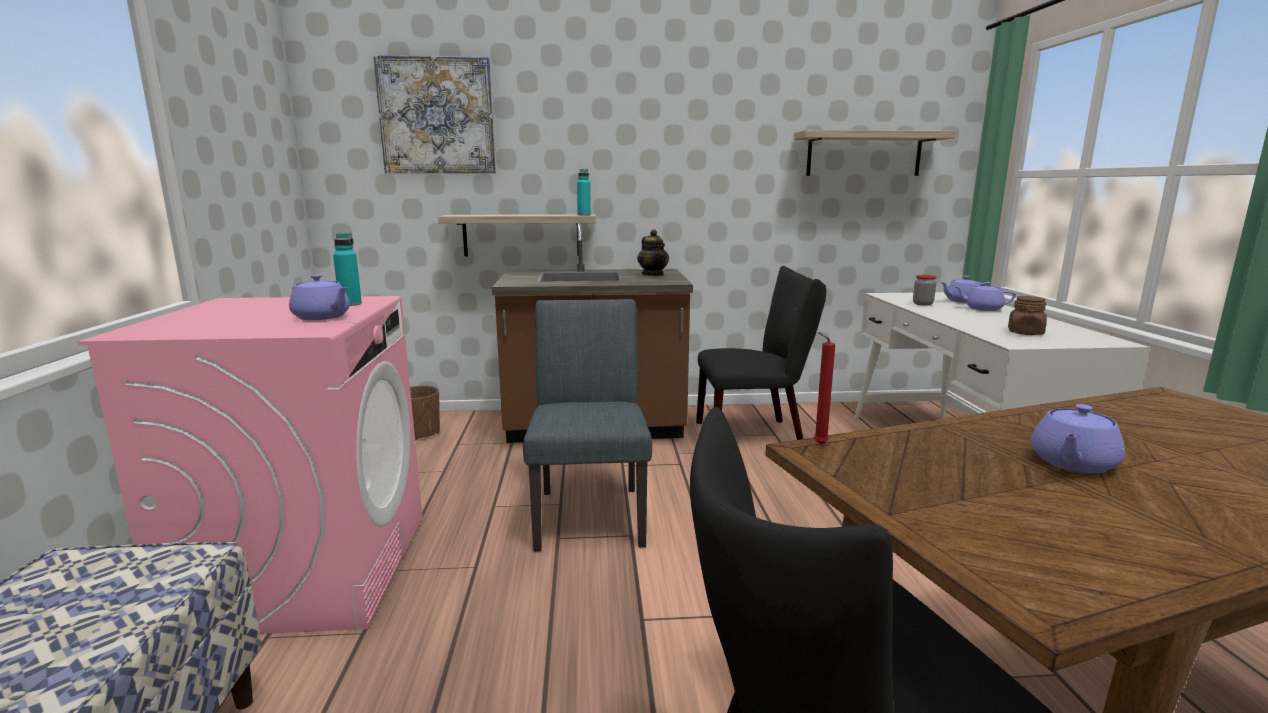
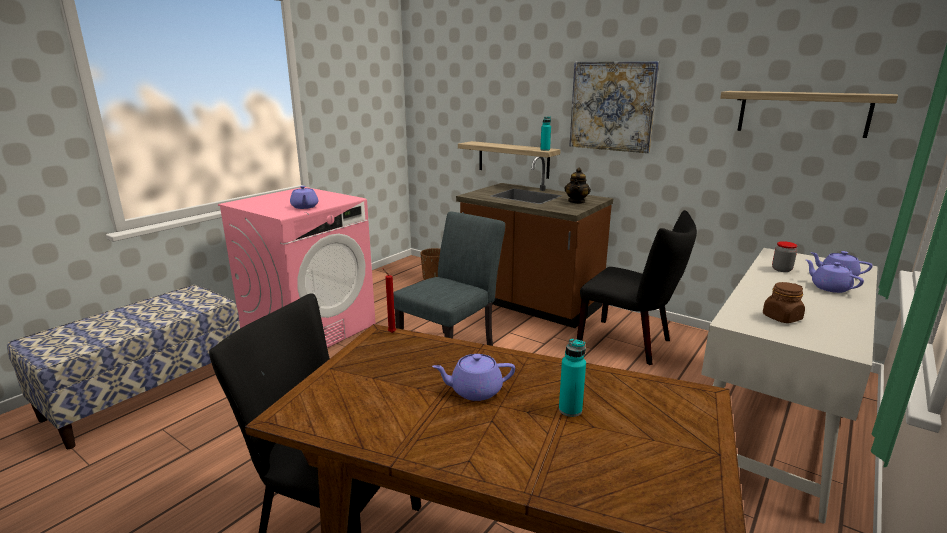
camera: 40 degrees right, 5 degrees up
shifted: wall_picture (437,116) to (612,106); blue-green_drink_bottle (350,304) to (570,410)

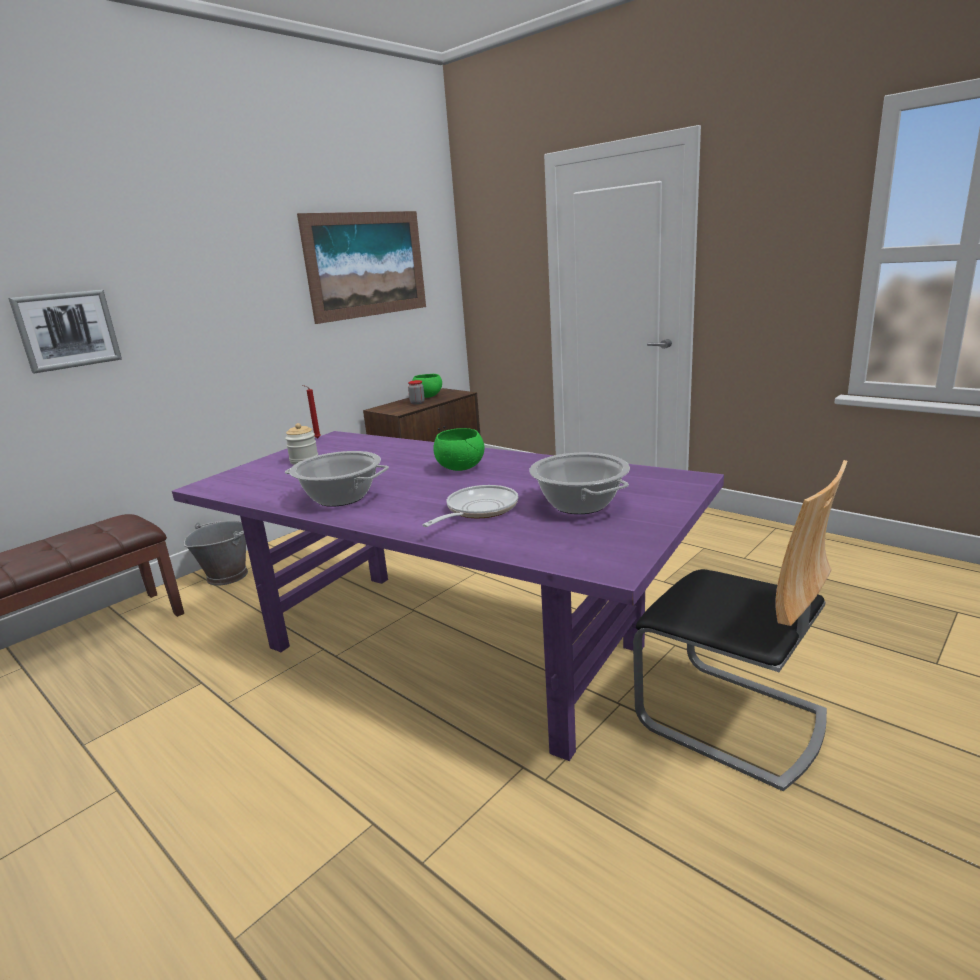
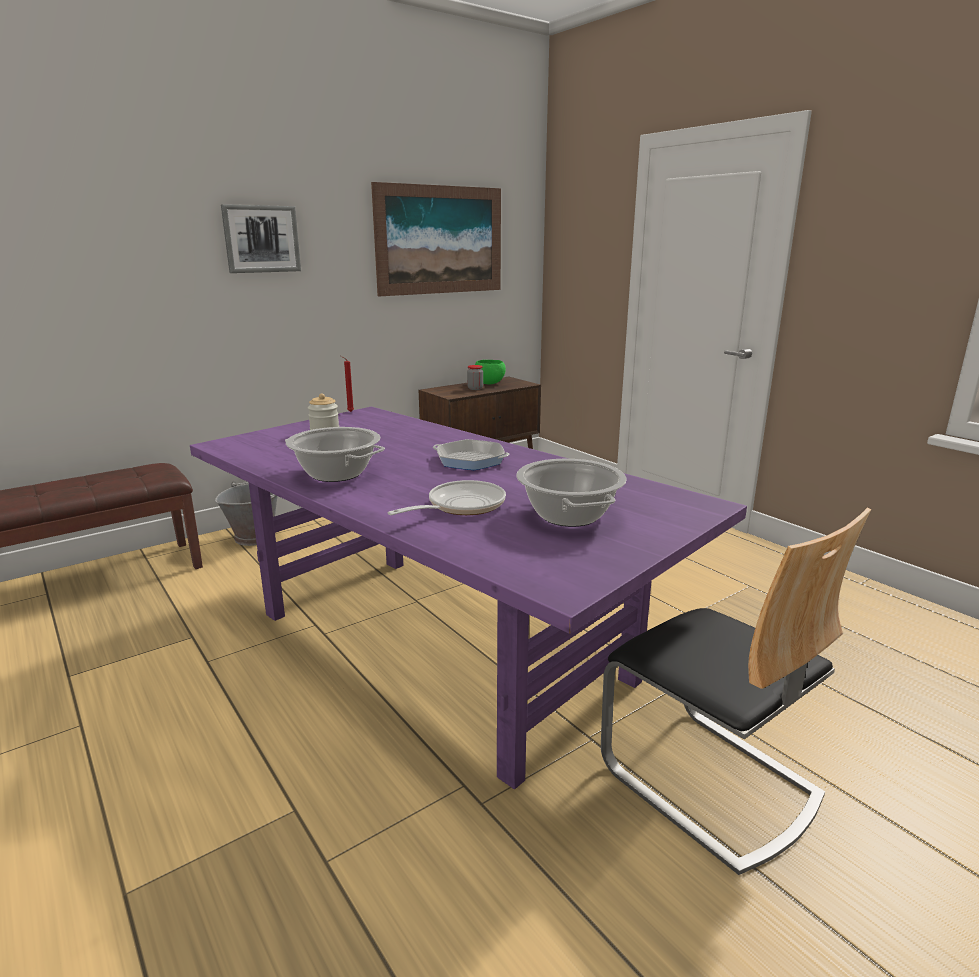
camera: 10 degrees right, 0 degrees up
shifted: wall_picture (67,330) to (261,239)
swapped: greenish_deep_dish (461,468) to skillet (470,460)

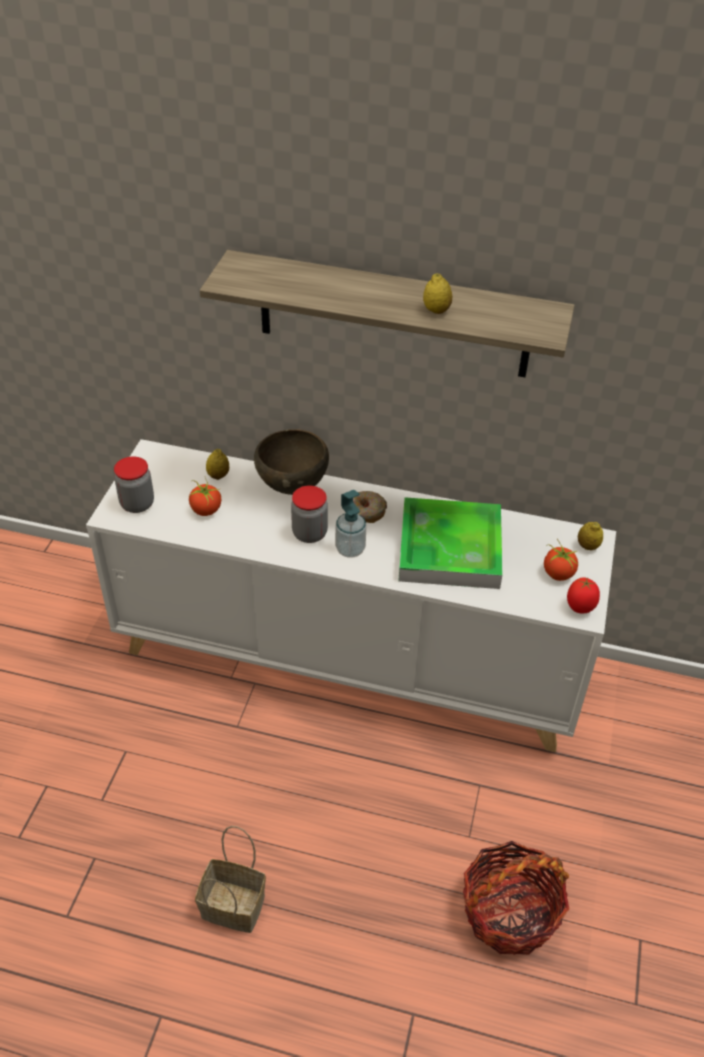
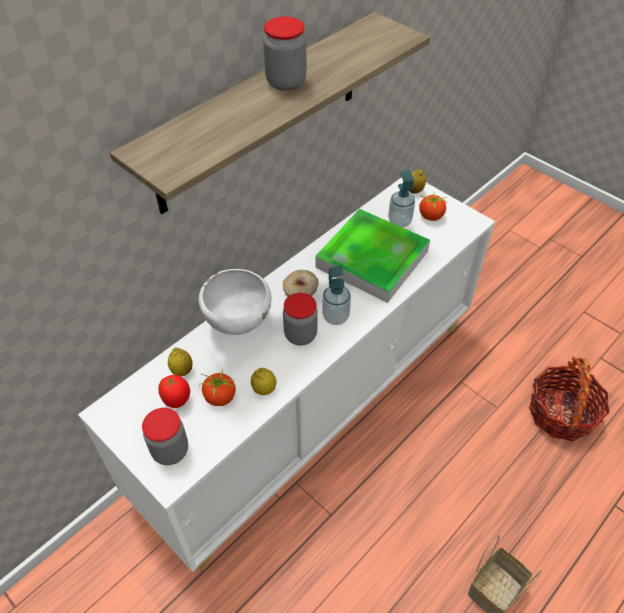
camera: 60 degrees left, 5 degrees up
new: preserve_jar (286,82); soap_bottle (399,221)
shifted: citrus_fruit (436,310) to (264,389); whole_tomato (580,608) to (177,400)
repainted: brownish_deep_dish (293,487) to whitish_deep_dish (237,323)

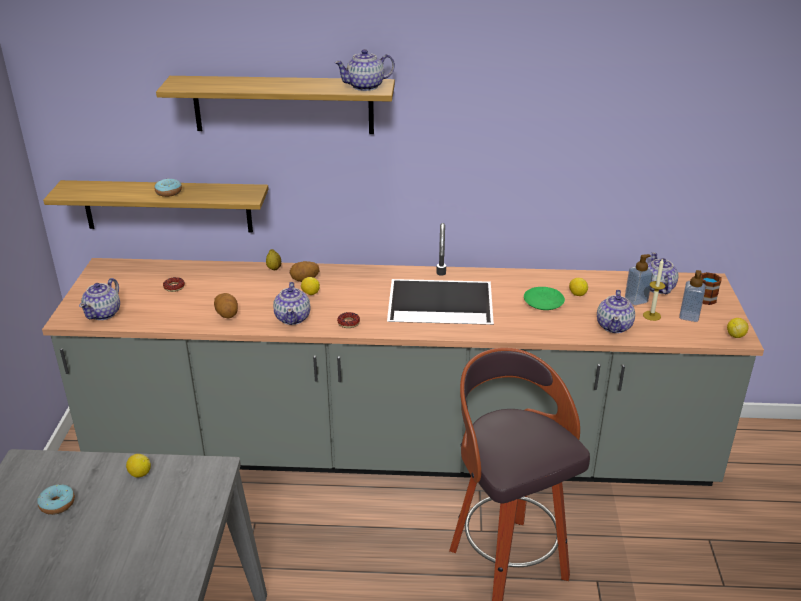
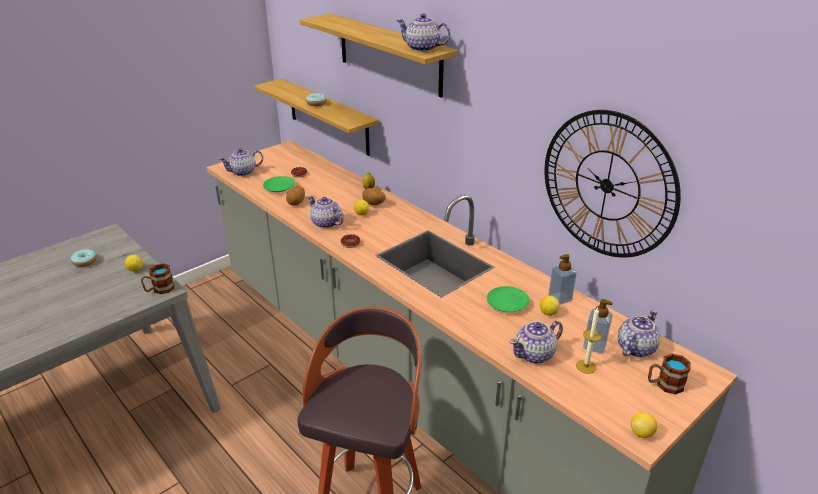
camera: 45 degrees right, 0 degrees up
new: hanging_clock (607,185); greenish_plate (280,188); coffee_mug (159,290)
shifted: soap_bottle (689,316) to (560,298)
rotated: teapot (293,318) = (326,223) 90 degrees clockwise

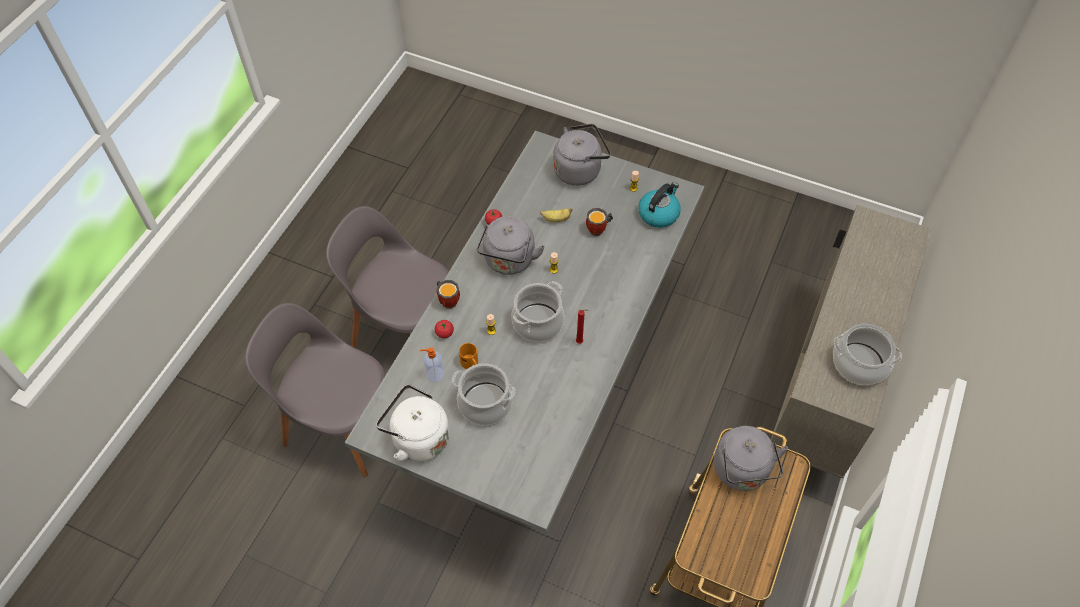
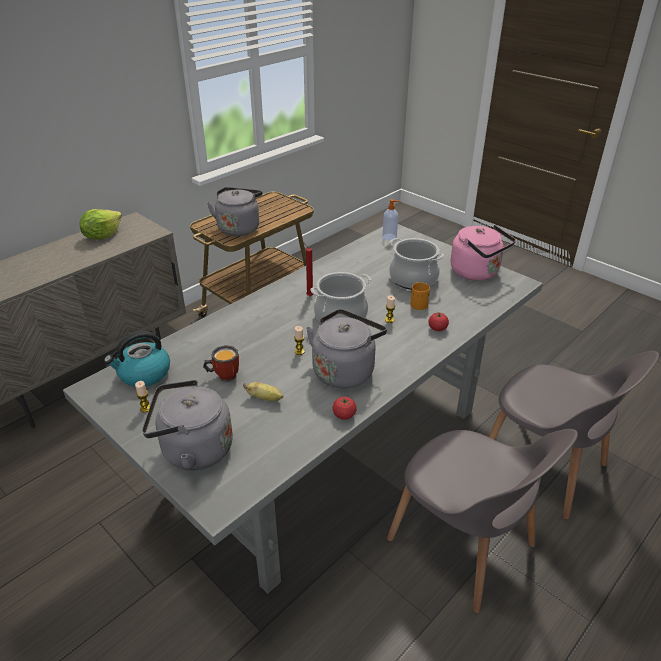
camera: 160 degrees left, 20 degrees down
gone: coffee_mug (448,299)
shifted: soap_bottle (434,374) to (390,237)
swapped: saucepot (859,363) to lettuce (102,236)
repainted: whitish_tea_kettle (417,438) to pink-coloured_tea_kettle (477,273)

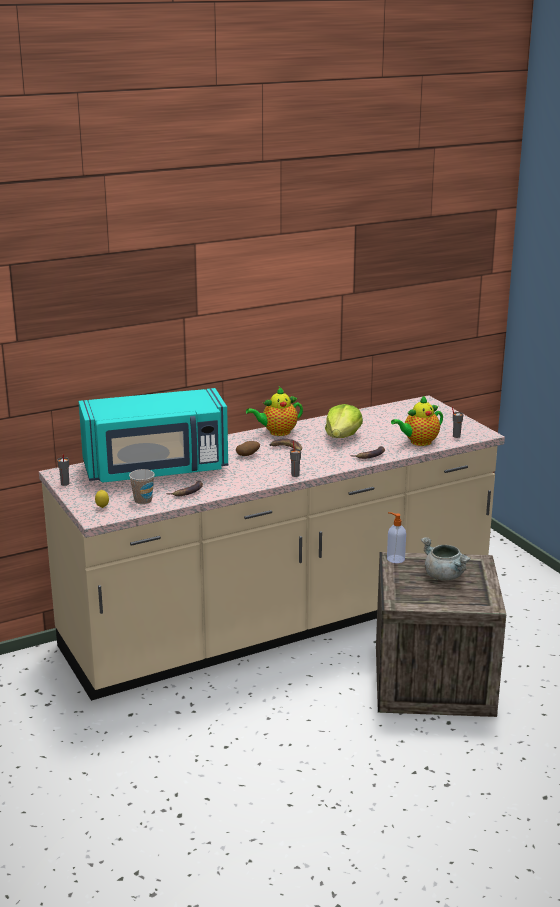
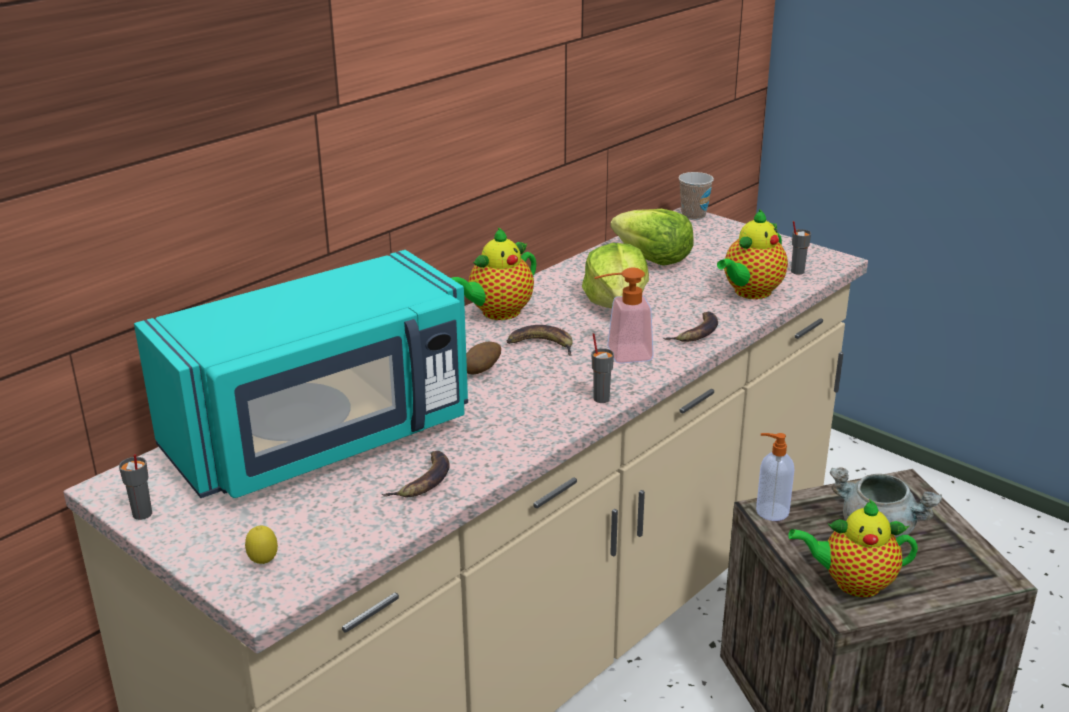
camera: 20 degrees left, 5 degrees up
new: lettuce (652,258); soap_bottle (621,355); teapot (852,583)
shifted: drinking_cup (143,501) to (693,216)

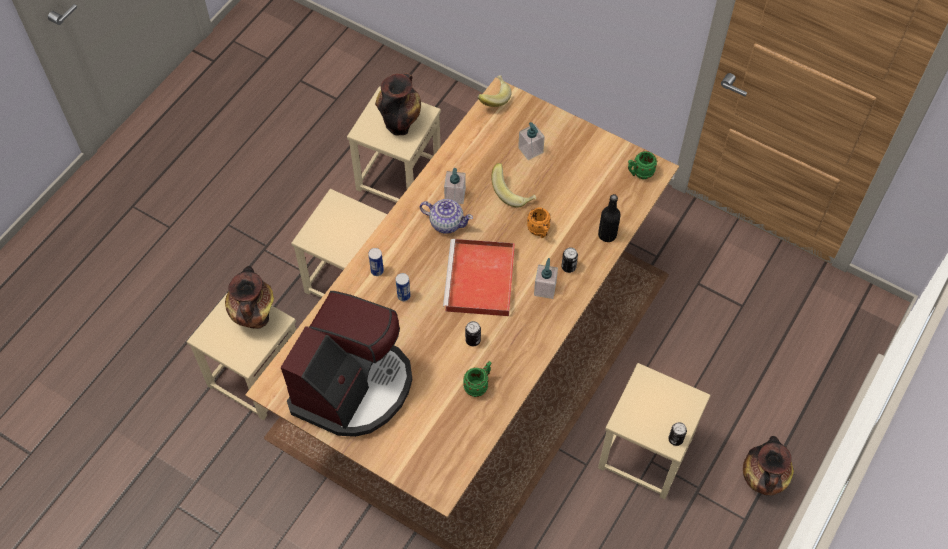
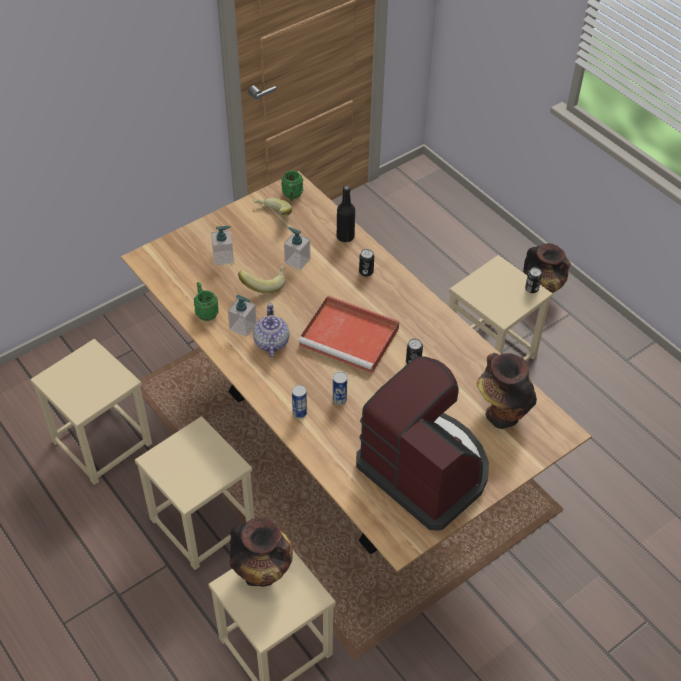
camera: 70 degrees left, 10 degrees down
gone: orangey_coffee_mug (539,232)
shifted: vase (399,123) to (501,414); banana (493,98) to (272,216); soap_bottle (545,289) to (297,261); greenish_coffee_mug (478,385) to (205,311)
rotated: teapot (446,222) = (271,343) 45 degrees counterclockwise

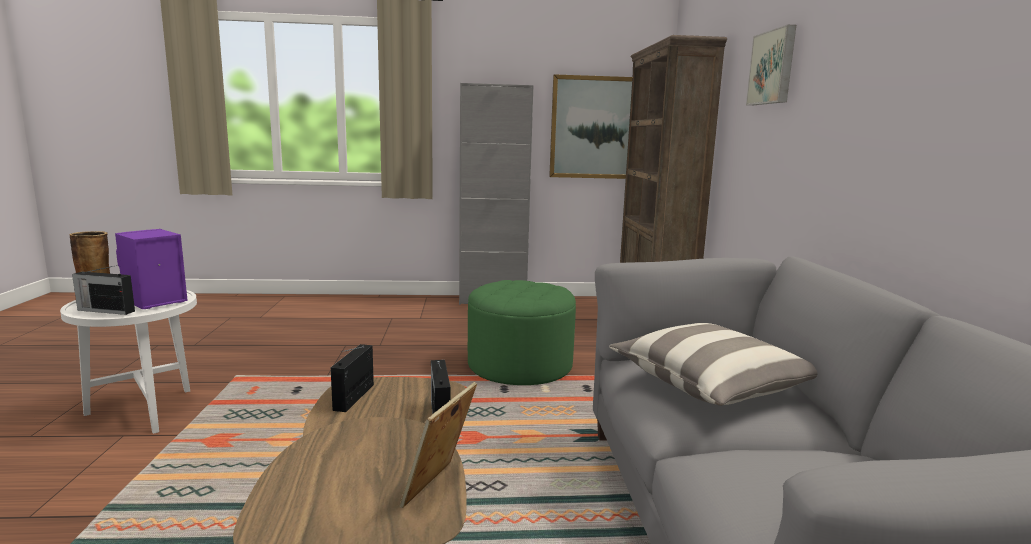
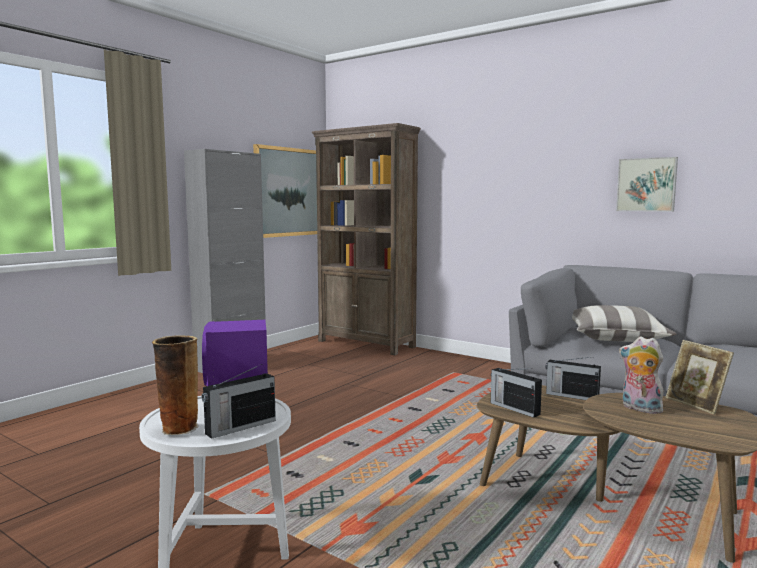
camera: 50 degrees left, 5 degrees down
gone: greenish_footrest (520,365)
new: plush_toy (639,409)
shifted: wall_picture (773,67) to (646,184)

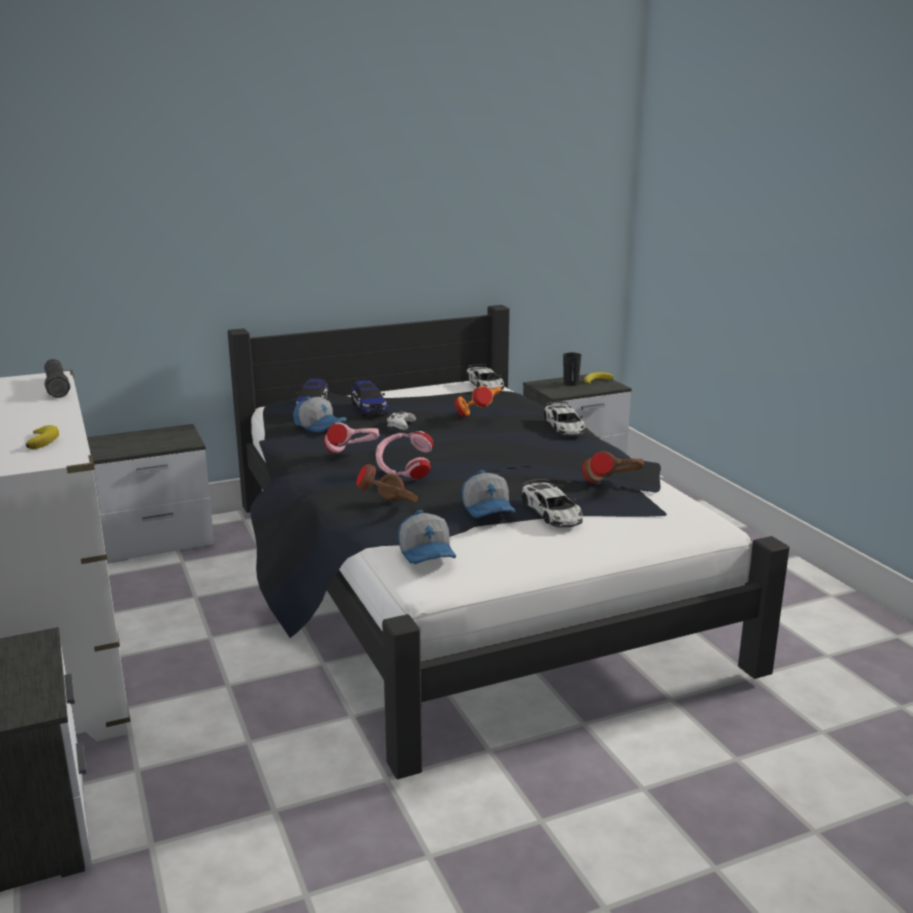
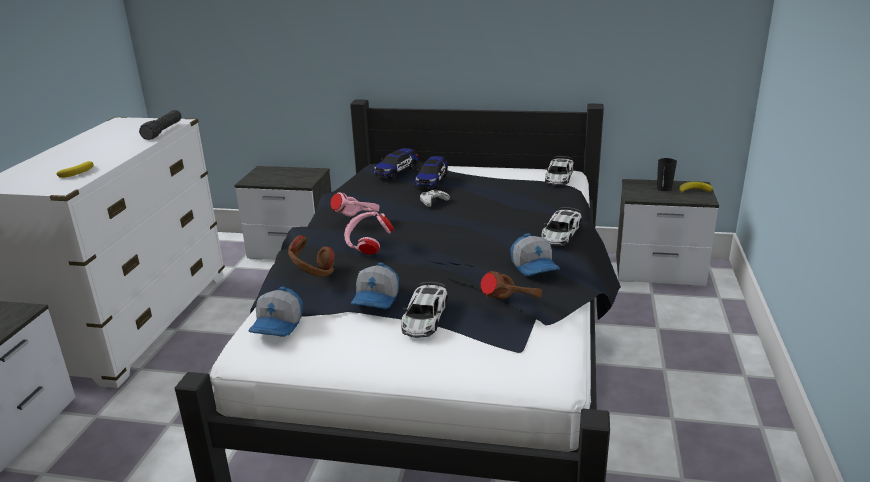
camera: 35 degrees right, 5 degrees up
gone: orangey_headphones (479,414)
shifted: peaked_cap (320,426) to (535,266)

